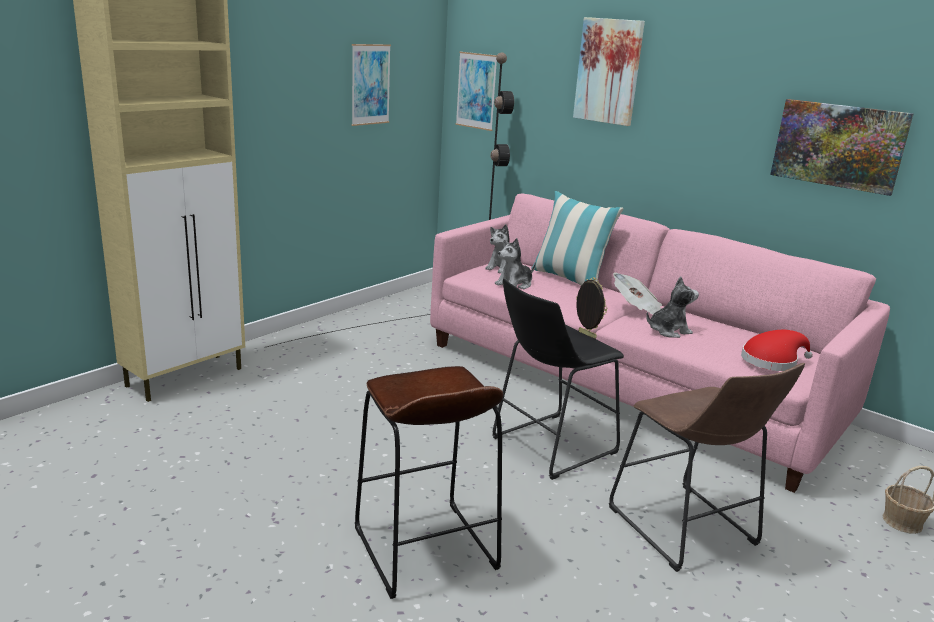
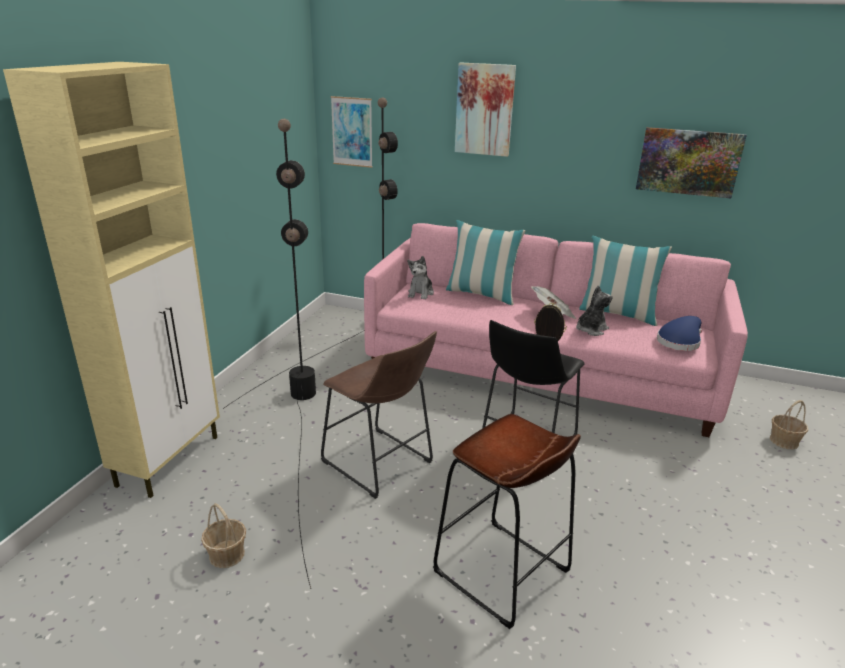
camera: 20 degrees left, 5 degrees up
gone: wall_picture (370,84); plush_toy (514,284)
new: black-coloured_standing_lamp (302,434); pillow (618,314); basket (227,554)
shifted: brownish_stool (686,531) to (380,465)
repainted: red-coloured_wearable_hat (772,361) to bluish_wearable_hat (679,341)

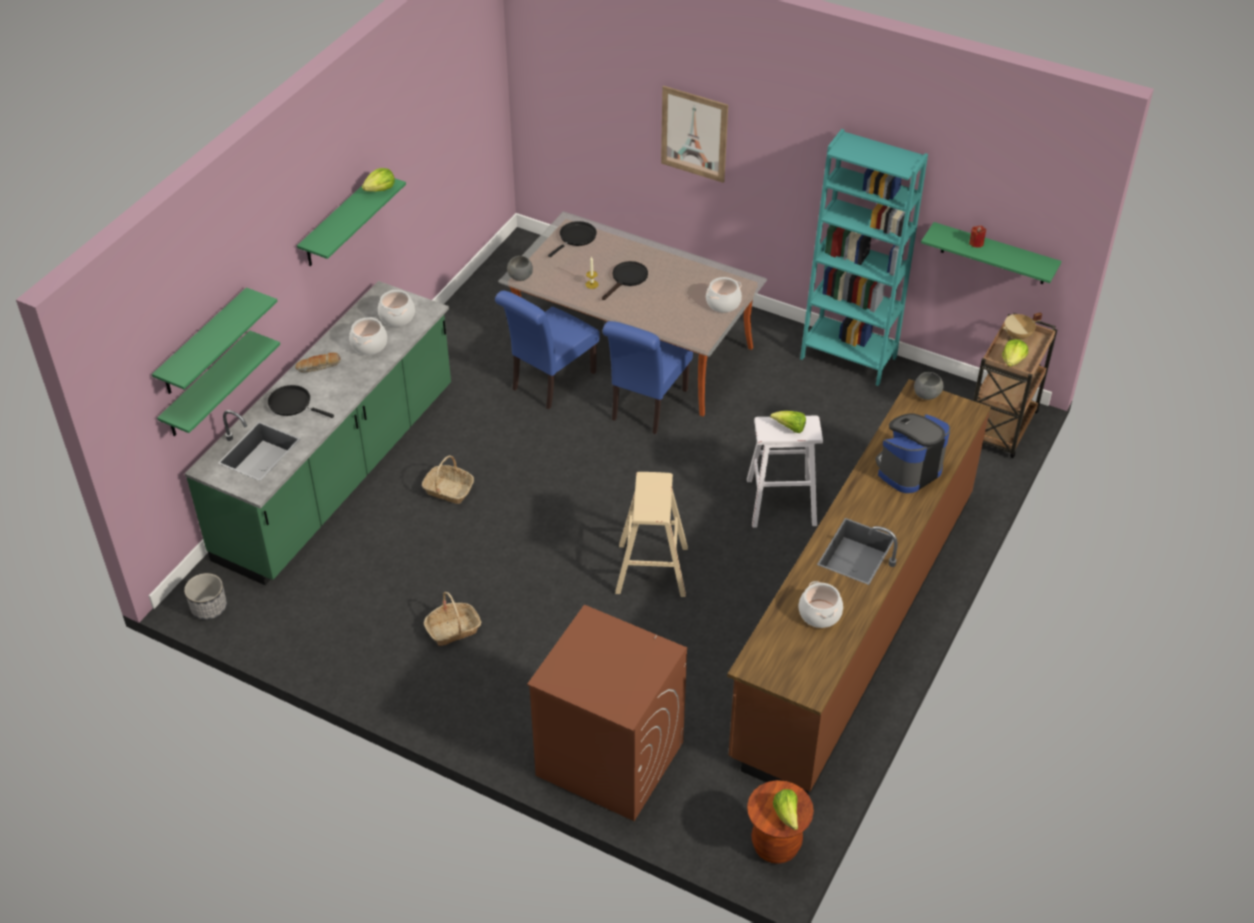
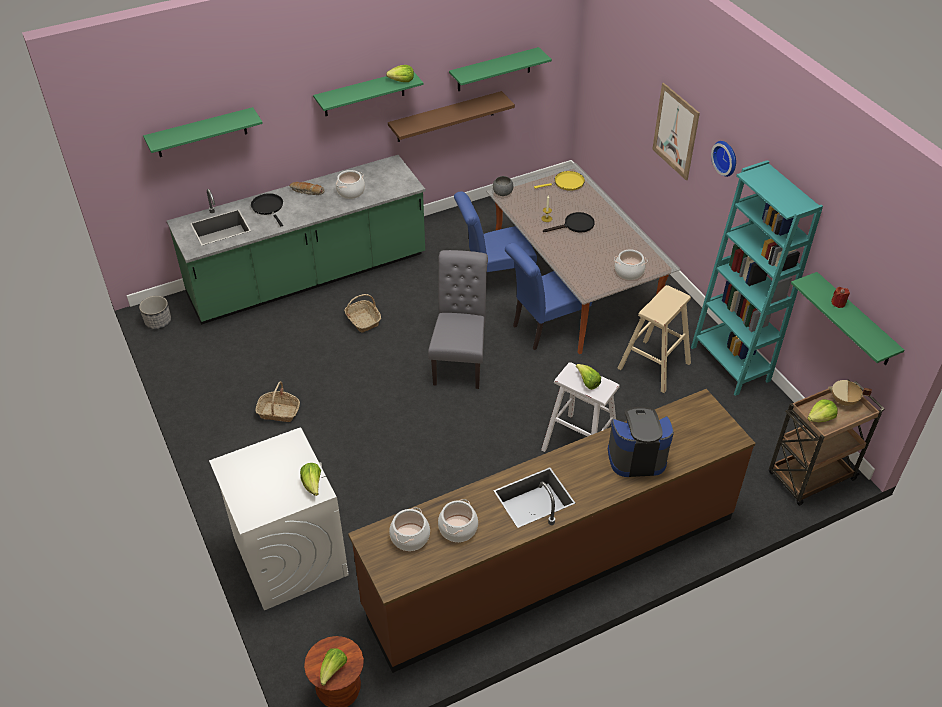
camera: 35 degrees right, 0 degrees up
gone: grey_deep_dish (927,395)
new: brownish_wall_shelf (445,117); hanging_clock (726,157); grey_chair (460,360); lettuce (312,485)
shifted: saucepot (397,317) to (410,537); greenish_wall_shelf (207,386) to (494,70); beige-coloured_stool (651,569) to (654,365)
repainted: black-coloured_skillet (576,237) to yellow-coloured_skillet (566,183); brownish_washing_machine (609,758) to whitish_washing_machine (290,556)

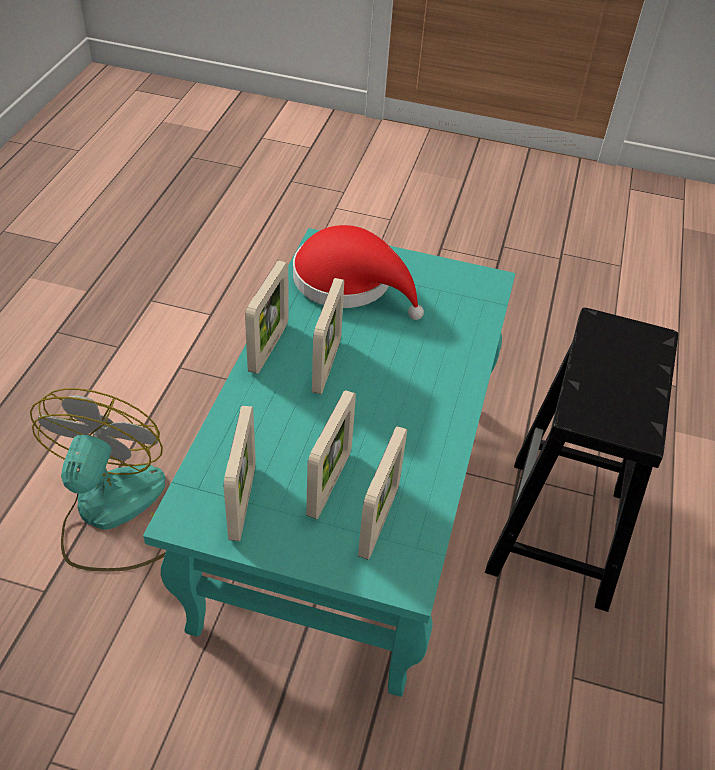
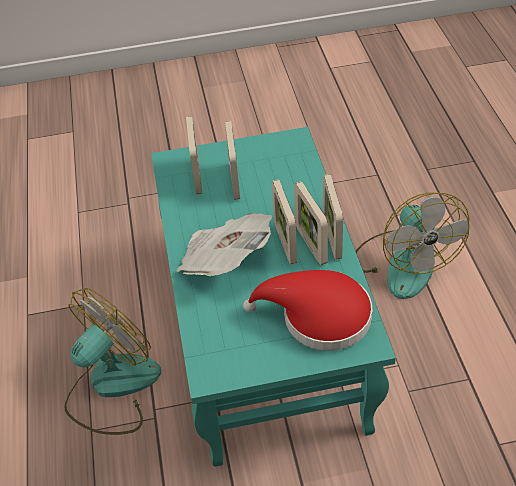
camera: 160 degrees right, 0 degrees up
new: printed_paper (225,261)
shifted: standing_frame (242,503) to (311,245)
swapped: black-coloured_stool (559,533) to fan (112,387)

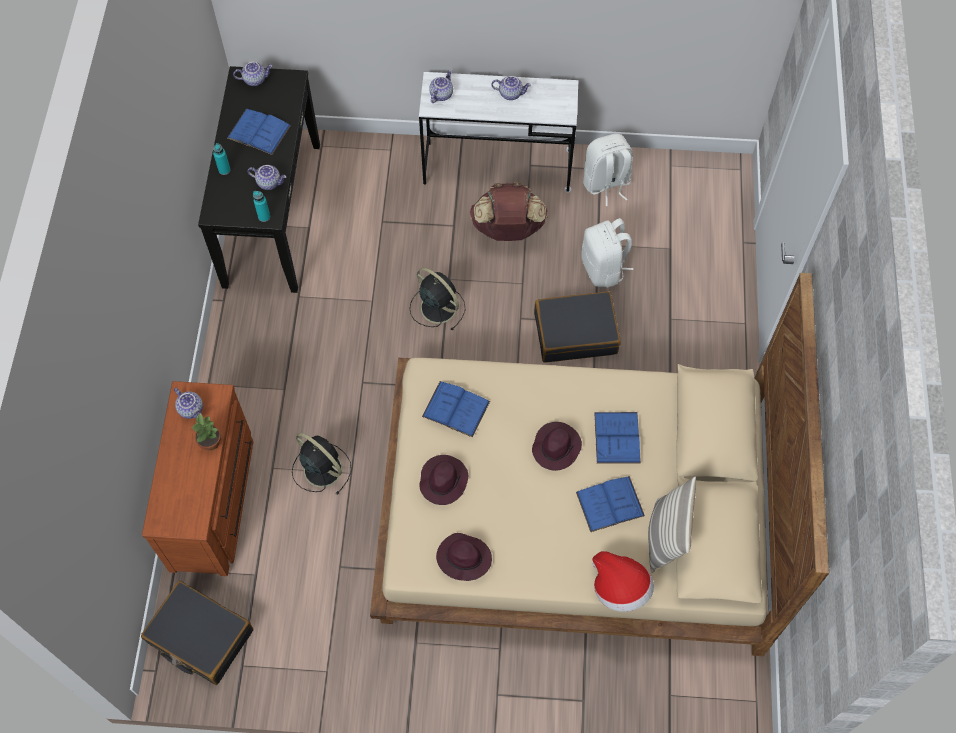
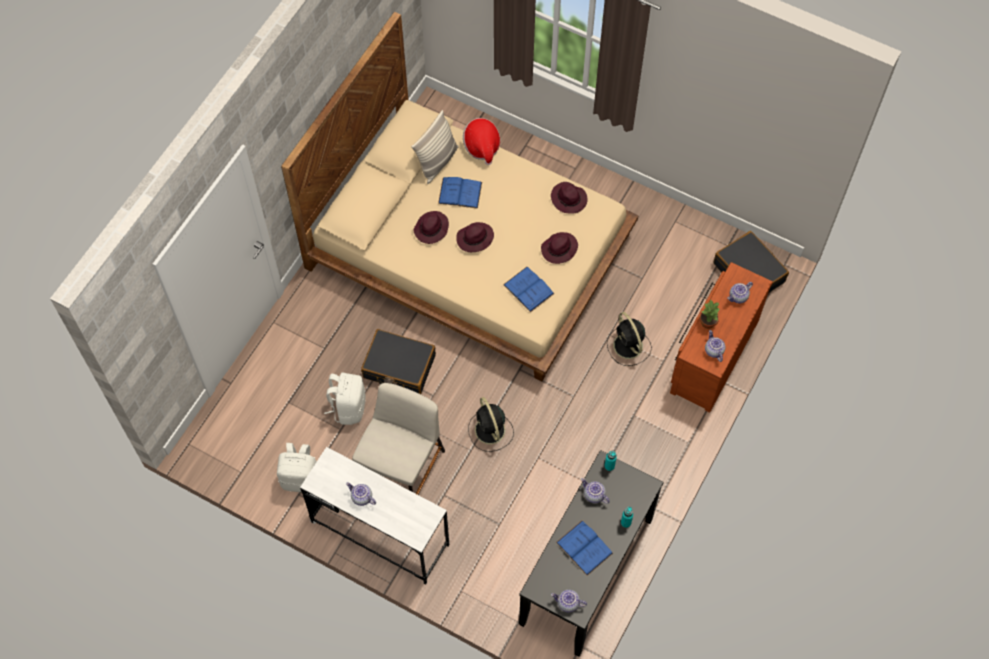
camera: 155 degrees left, 0 degrees up
shifted: teapot (441,94) to (738,297)
swapped: brownish_knapsack (508,229) to beige-coloured_stool (402,472); bluish_book (617,437) to purple_wearable_hat (431,229)

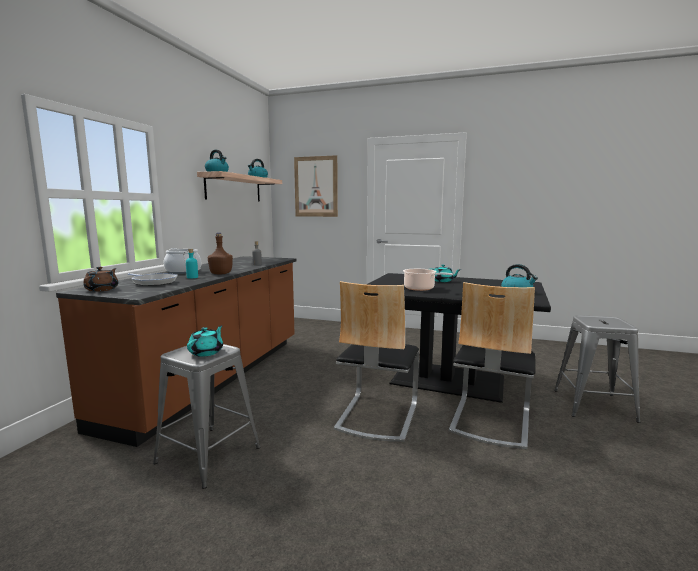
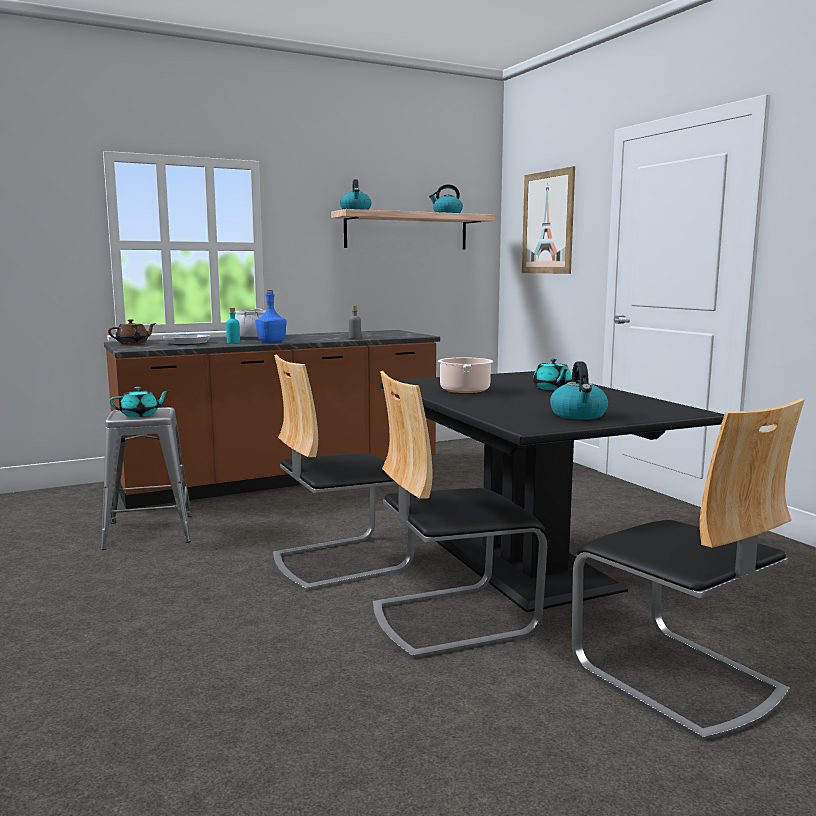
camera: 45 degrees right, 0 degrees up
swapped: grey_stool (593,405) to chair (677,678)
repainted: brownish_drink_bottle (221,273) to bluish_drink_bottle (272,342)

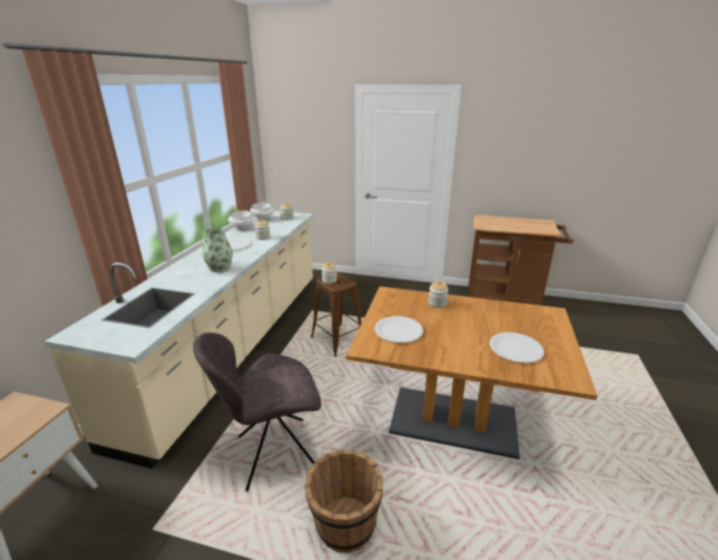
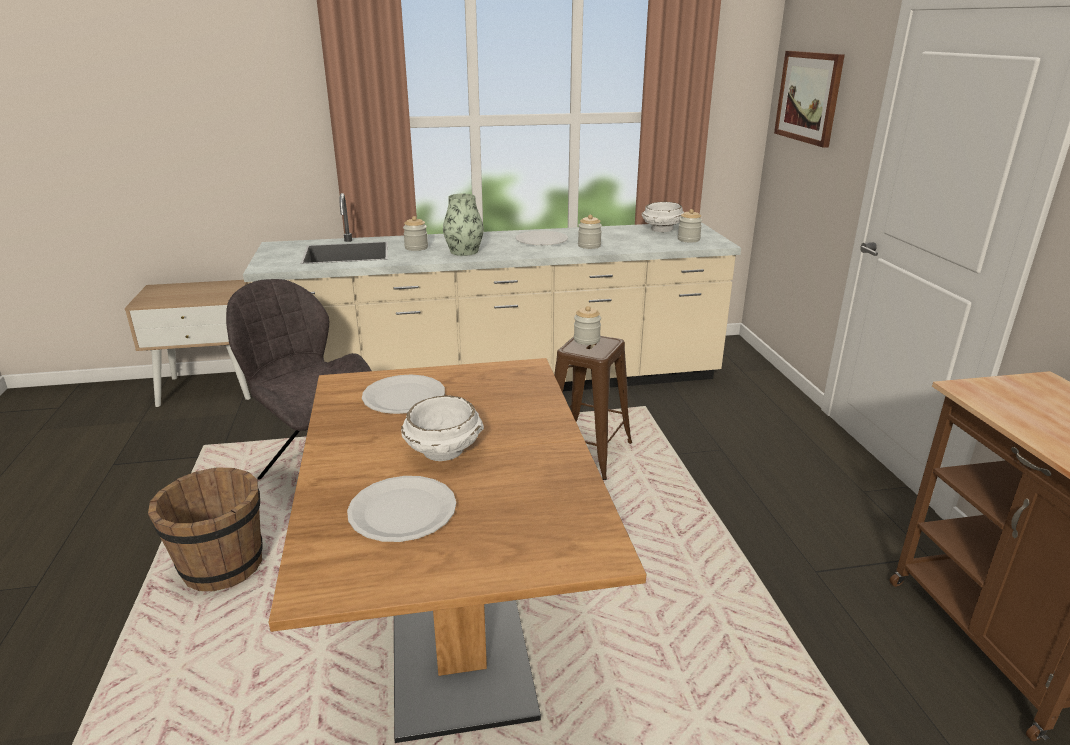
camera: 65 degrees right, 0 degrees up
new: wall_picture (809,97)
shifted: whitish_deep_dish (243,228) to (444,451); preserve_jar (437,303) to (416,248)

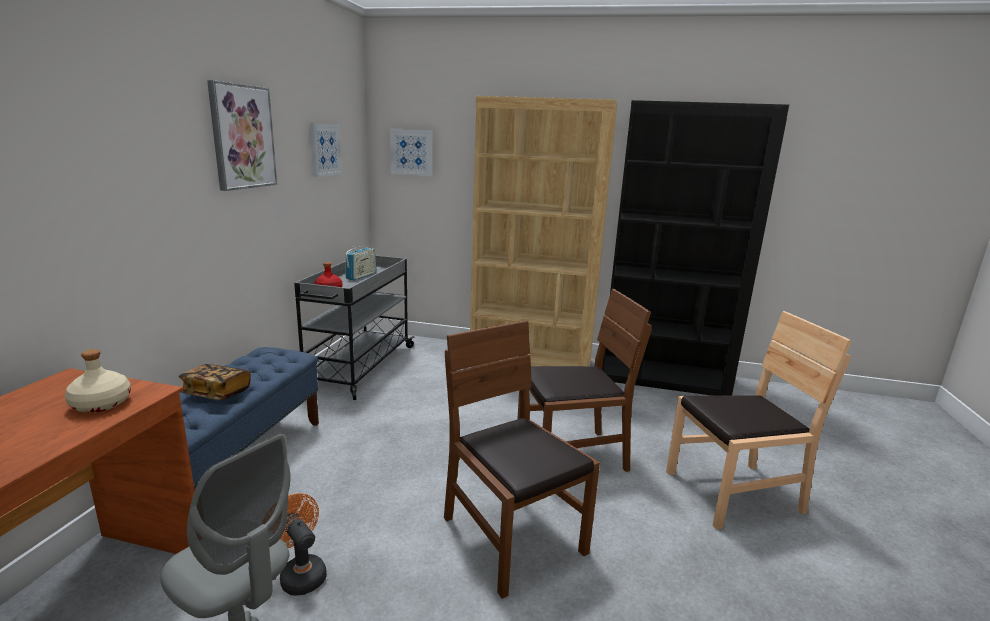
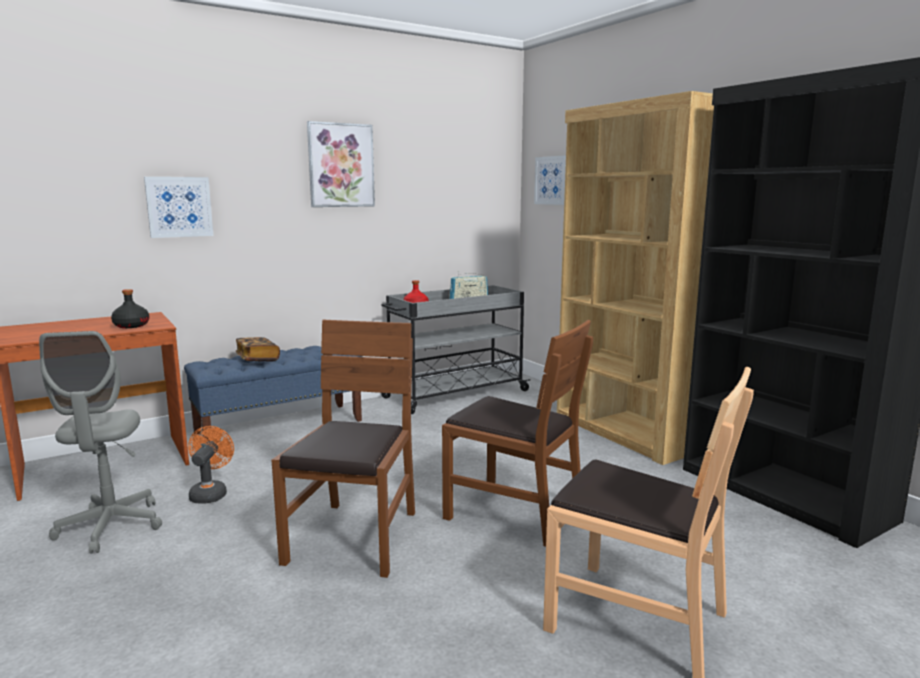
camera: 45 degrees right, 5 degrees down
shifted: wall_picture (324,149) to (179,207)
repainted: beige-coloured_drink_bottle (100,404) to black-coloured_drink_bottle (131,326)

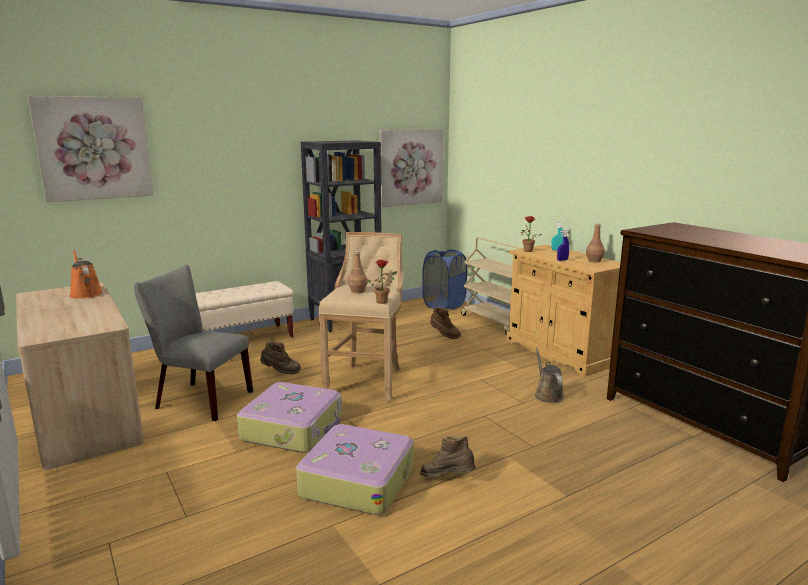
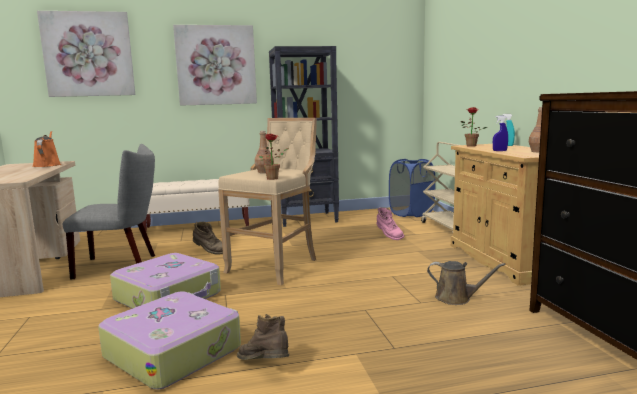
camera: 20 degrees right, 5 degrees down
shifted: wall_picture (411,167) to (216,65)
repainted: brownish_high-top_boot (444,335) to pink-coloured_high-top_boot (388,236)
rotated: grey_chair (198,399) = (121,265) 135 degrees clockwise; brownish_watering_can (547,395) = (456,298) 105 degrees clockwise

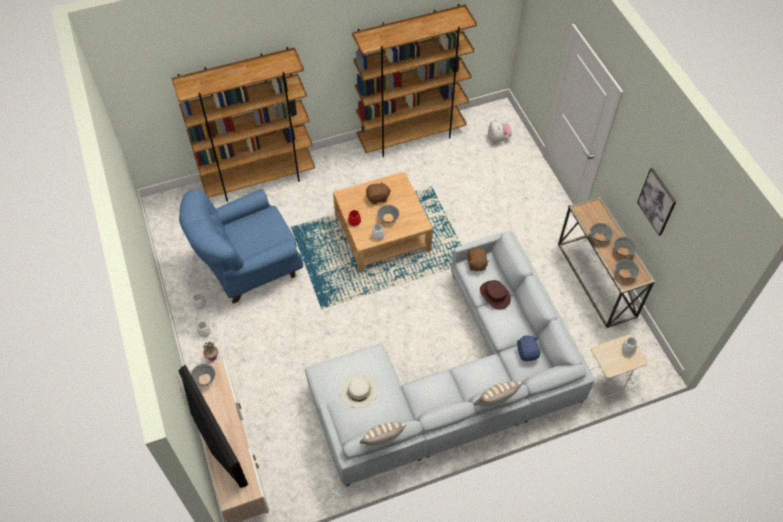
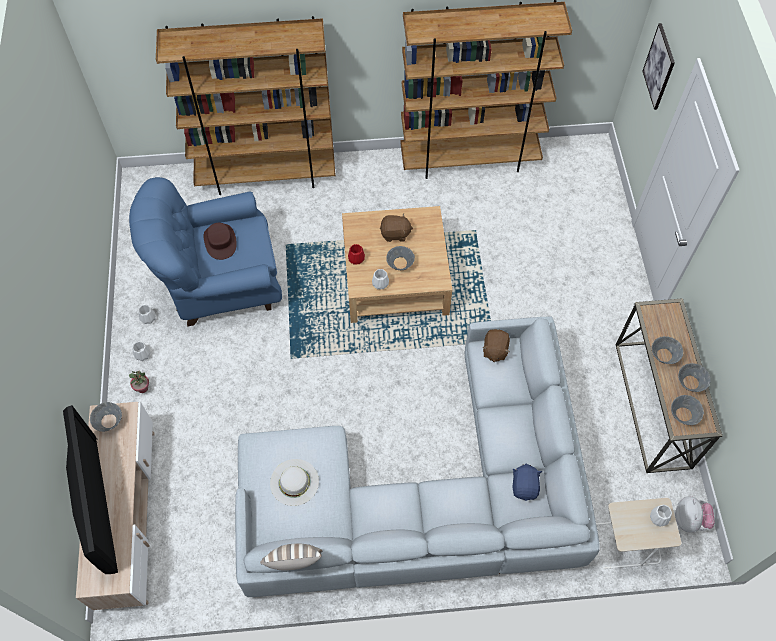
camera: 15 degrees right, 5 degrees up
gone: pillow (495,403)
shifted: plush_toy (498,138) to (689,520); wall_picture (657,201) to (659,67); brownish_wearable_hat (495,295) to (220,241)

